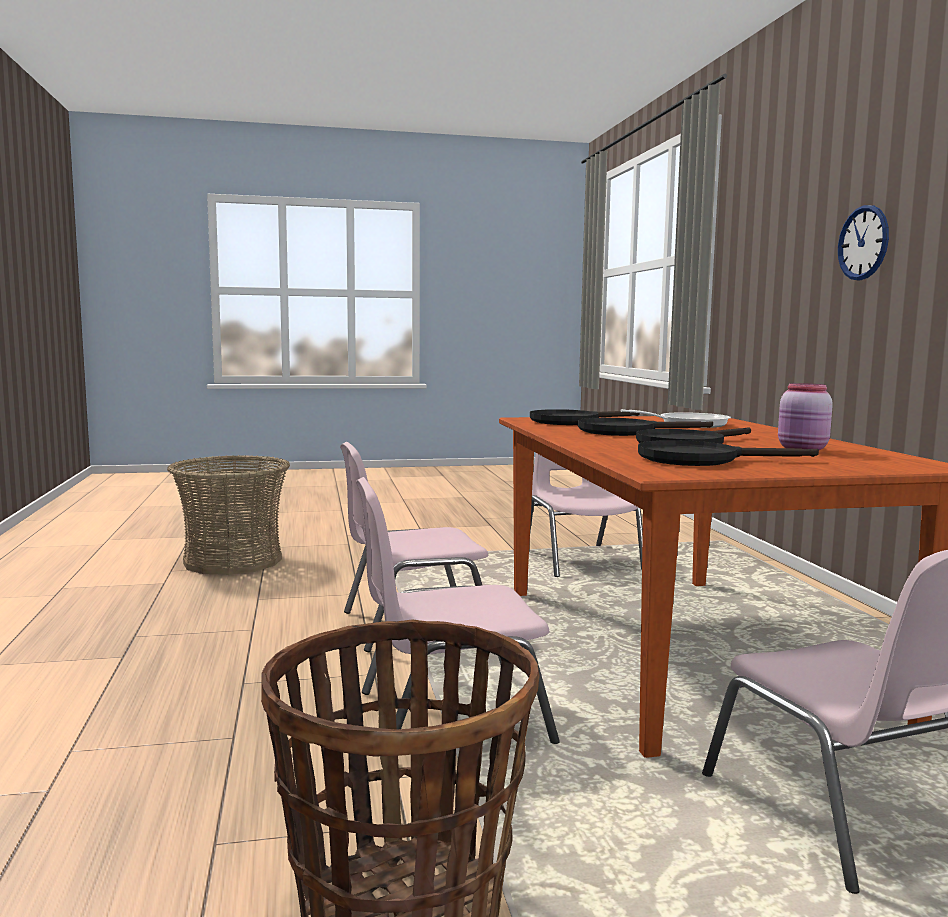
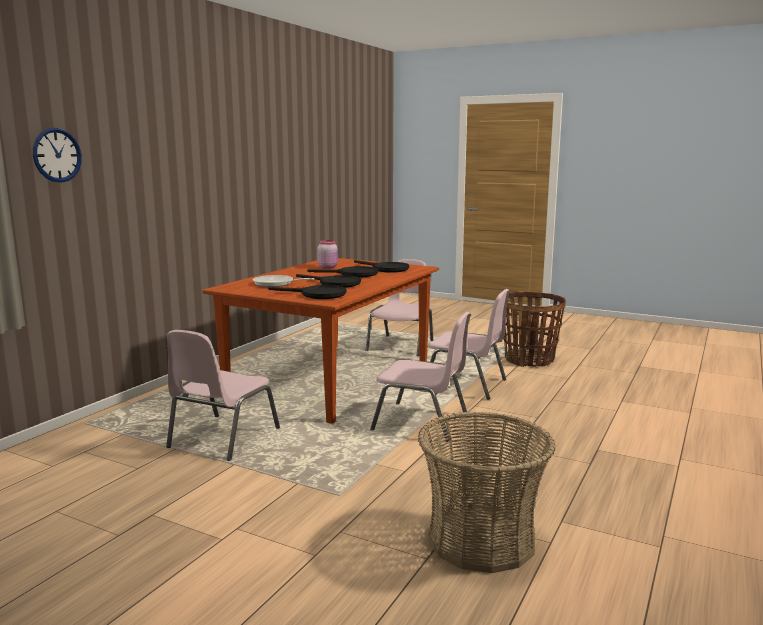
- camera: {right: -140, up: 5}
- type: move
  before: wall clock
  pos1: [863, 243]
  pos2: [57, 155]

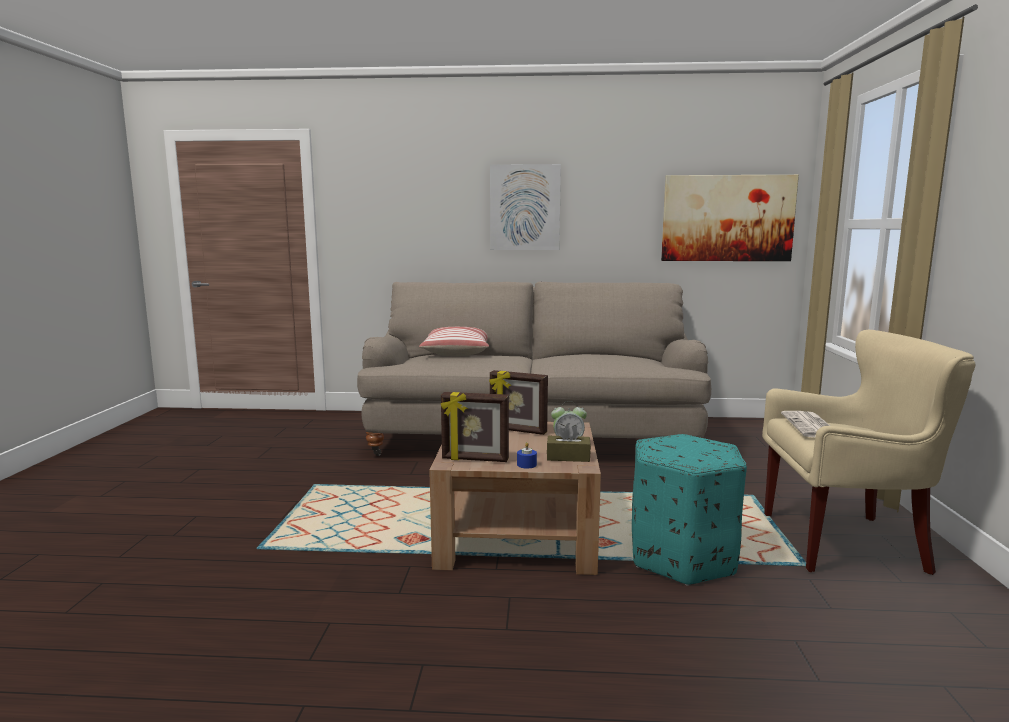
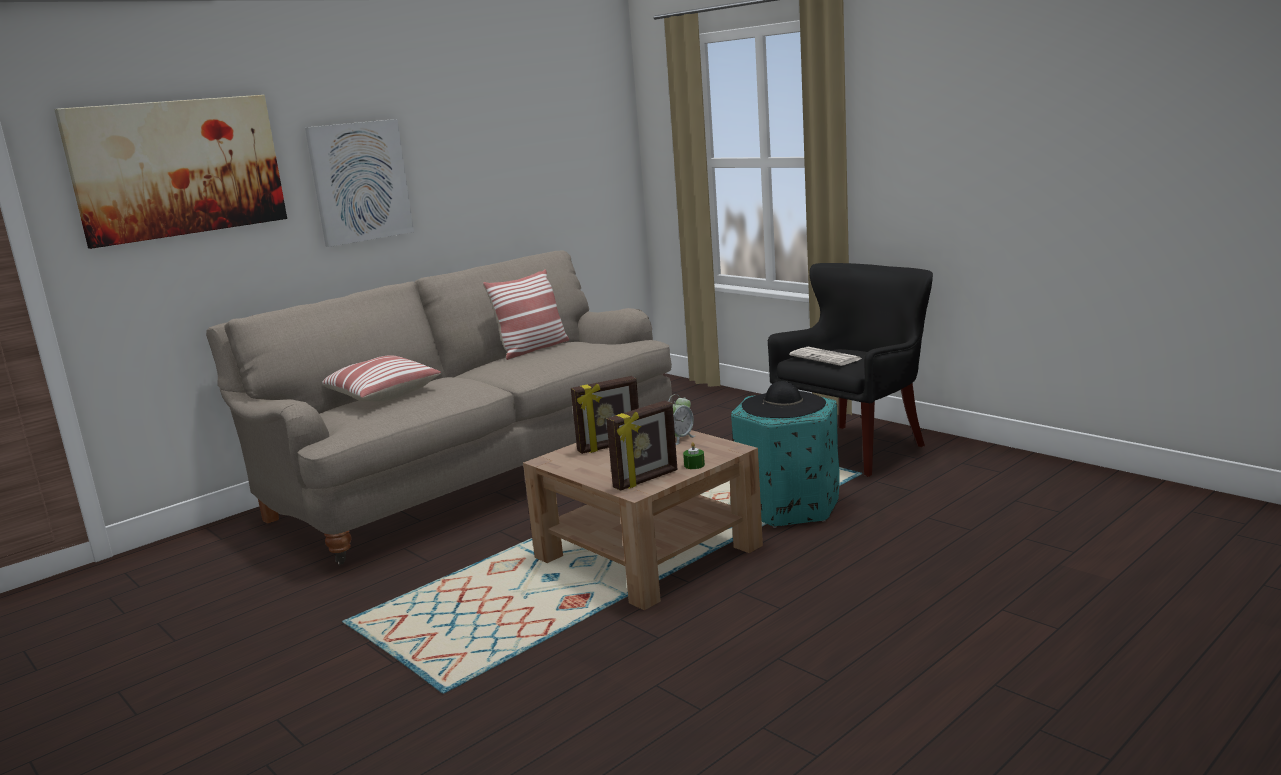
- camera: {right: -45, up: 5}
- type: move
  before: picture
  pos1: [727, 218]
  pos2: [178, 168]
- type: insert
  after: pillow
  pos2: [532, 349]
- type: recolor
  before: blue candle
  after: green candle
  pos1: [526, 464]
  pos2: [694, 465]
- type: insert
  after: black hat
  pos2: [783, 405]
- type: recolor
  before: beige armchair
  after: black armchair
  pos1: [847, 543]
  pos2: [856, 449]
- type: delete
  before: brown tissue box
  pos1: [568, 457]

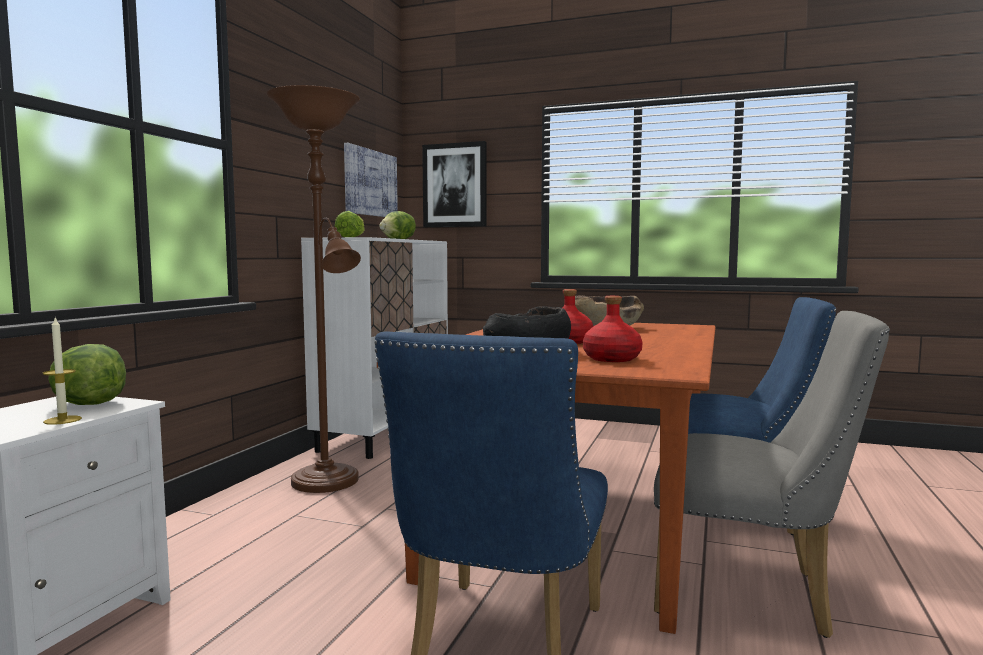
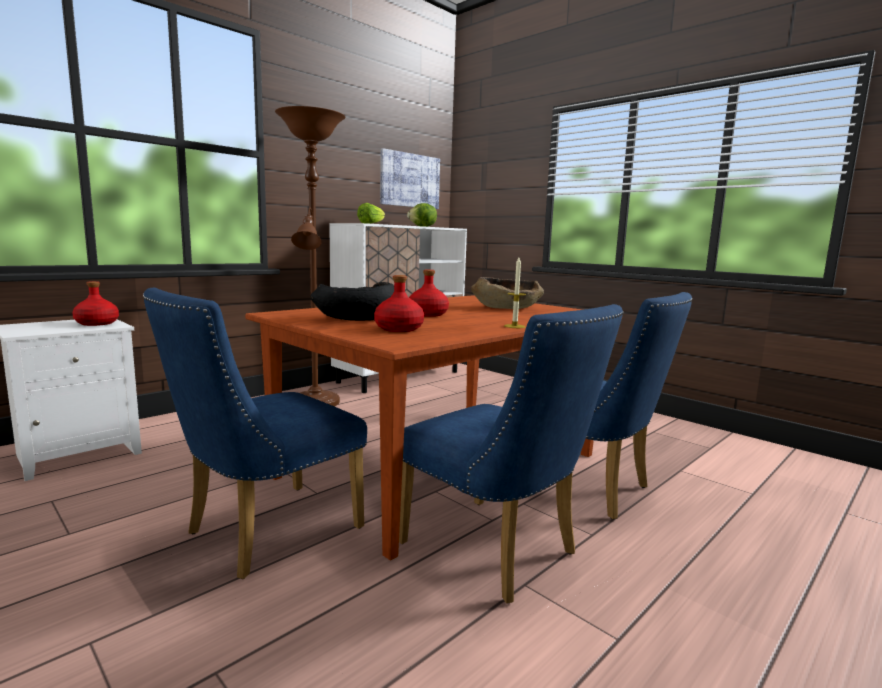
- camera: {right: 25, up: 5}
- type: replace
  before: lettuce
  after: red bottle
  pos1: [88, 404]
  pos2: [96, 323]
- type: recolor
  before: grey chair
  after: blue chair
  pos1: [754, 595]
  pos2: [498, 553]
- type: move
  before: candle
  pos1: [62, 420]
  pos2: [514, 326]
- type: delete
  before: picture
  pos1: [455, 185]

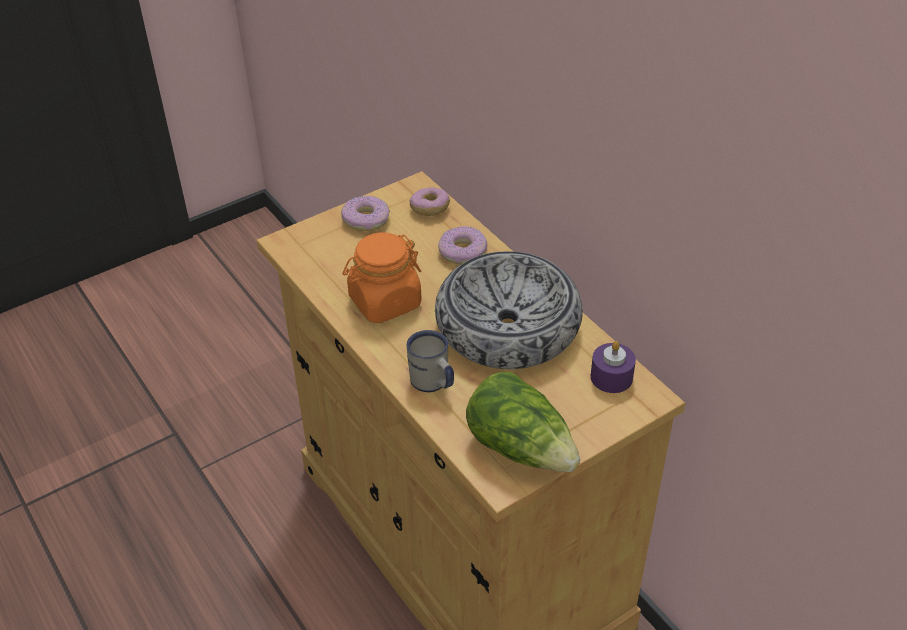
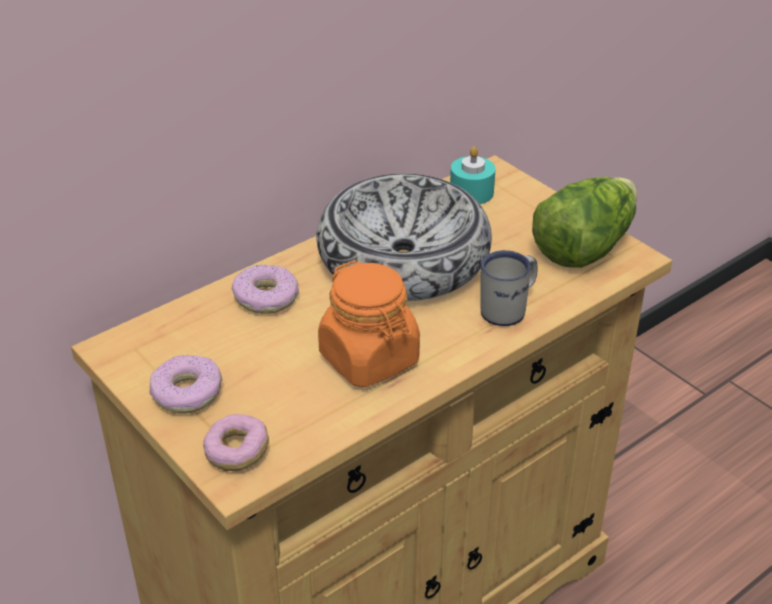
- camera: {right: -95, up: -5}
- type: move
  before: donut
  pos1: [430, 208]
  pos2: [237, 453]
- type: recolor
  before: purple candle
  after: turquoise candle
  pos1: [611, 377]
  pos2: [471, 192]

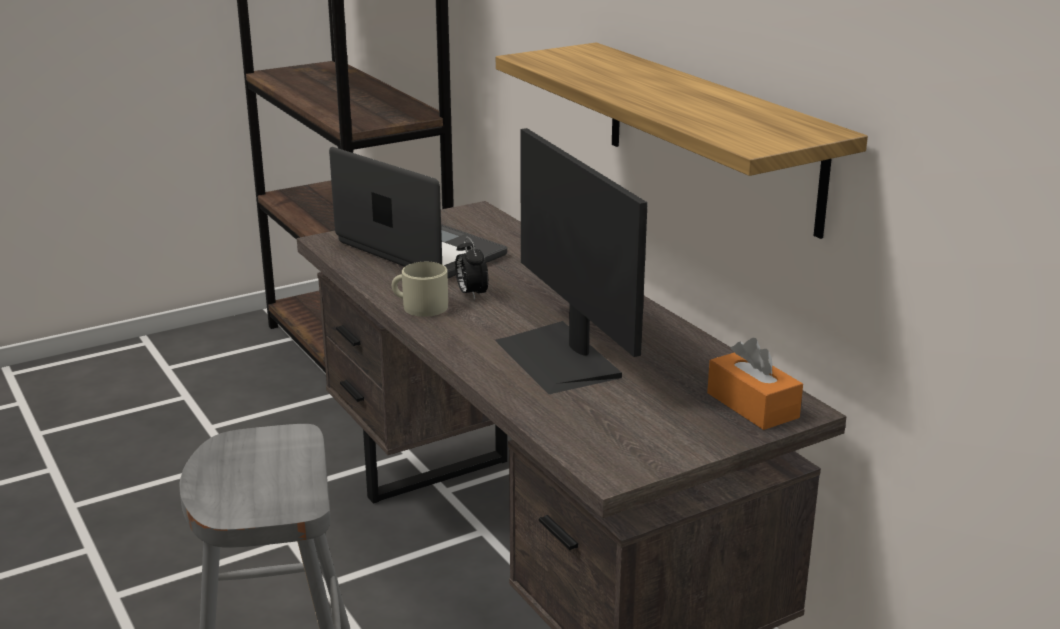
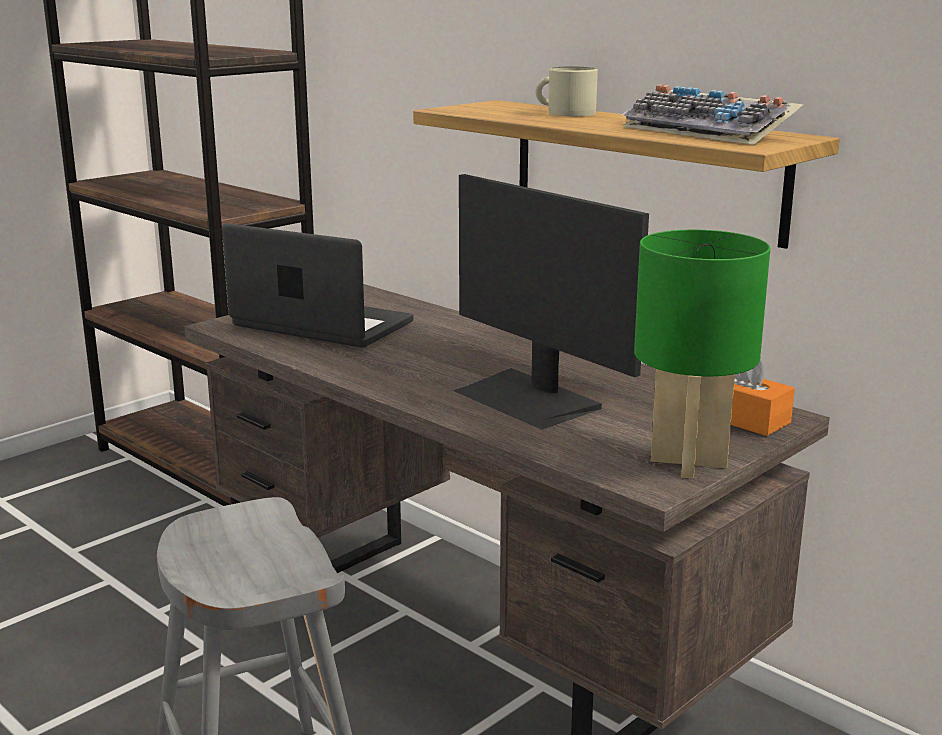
- camera: {right: -15, up: -5}
- type: move
  before: beige mug
  pos1: [419, 306]
  pos2: [565, 113]
- type: insert
  after: keyboard
  pos2: [710, 132]
- type: insert
  after: green table lamp
  pos2: [689, 463]
- type: delete
  before: alarm clock
  pos1: [471, 294]

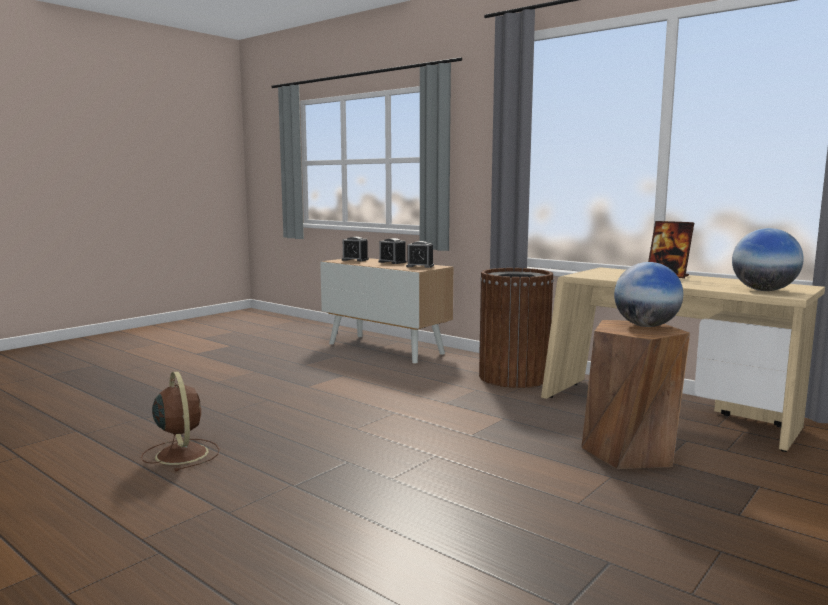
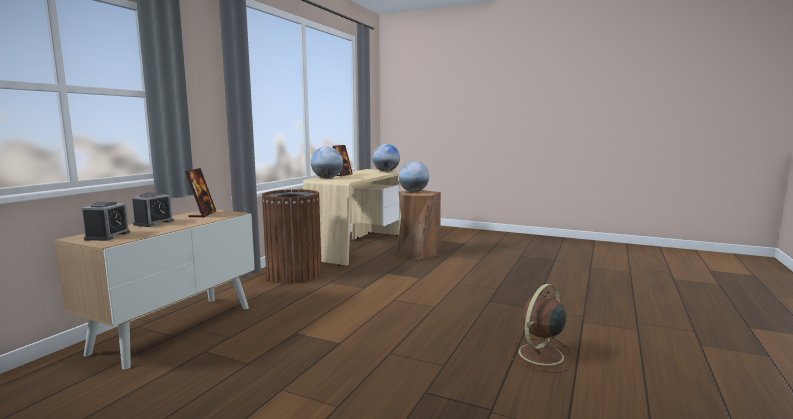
- camera: {right: -105, up: 0}
- type: replace
  before: alarm clock
  after: picture frame
  pos1: [420, 266]
  pos2: [202, 214]
- type: insert
  after: globe
  pos2: [327, 178]

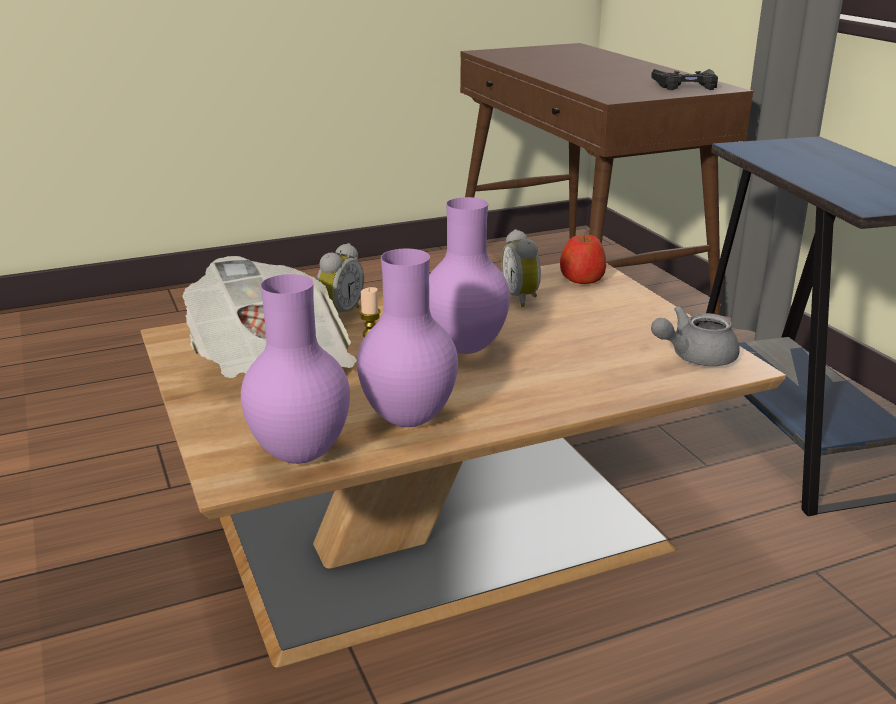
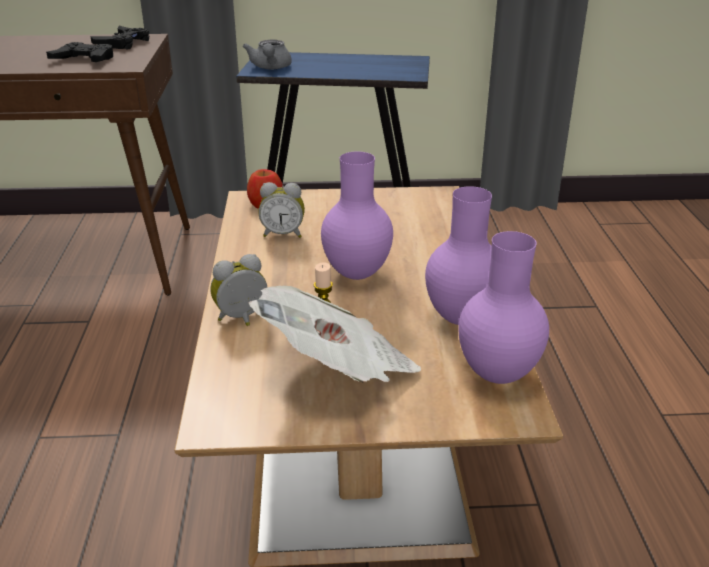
- camera: {right: -70, up: 5}
- type: insert
  after: black game controller
  pos2: [84, 60]
- type: rotate
  before: alarm clock
  pos1: [338, 314]
  pos2: [242, 319]
  turn: -75
- type: move
  before: grey teapot
  pos1: [694, 357]
  pos2: [270, 68]

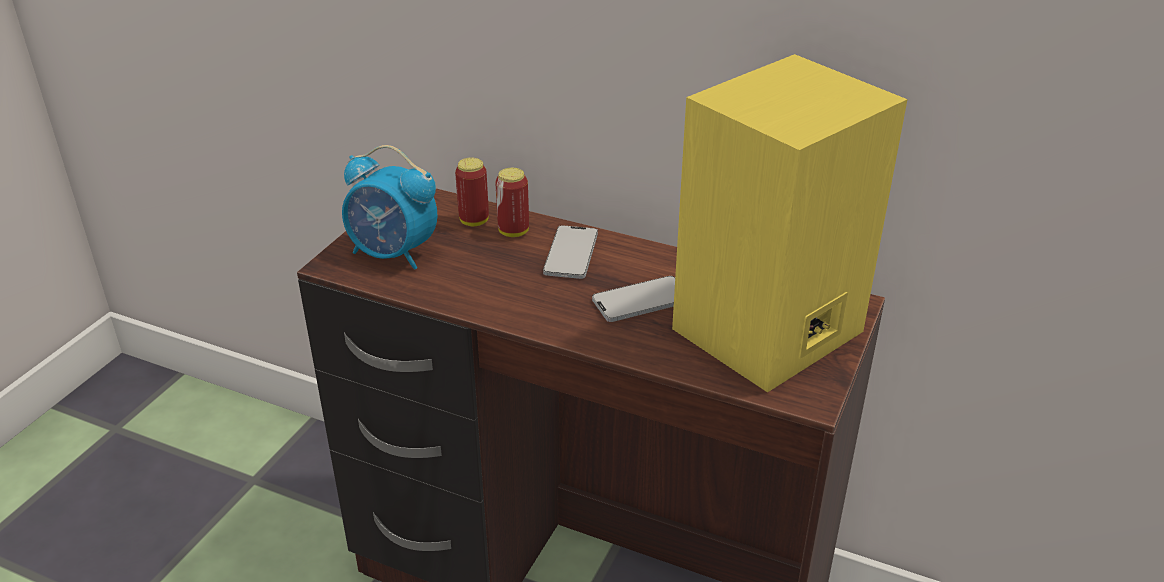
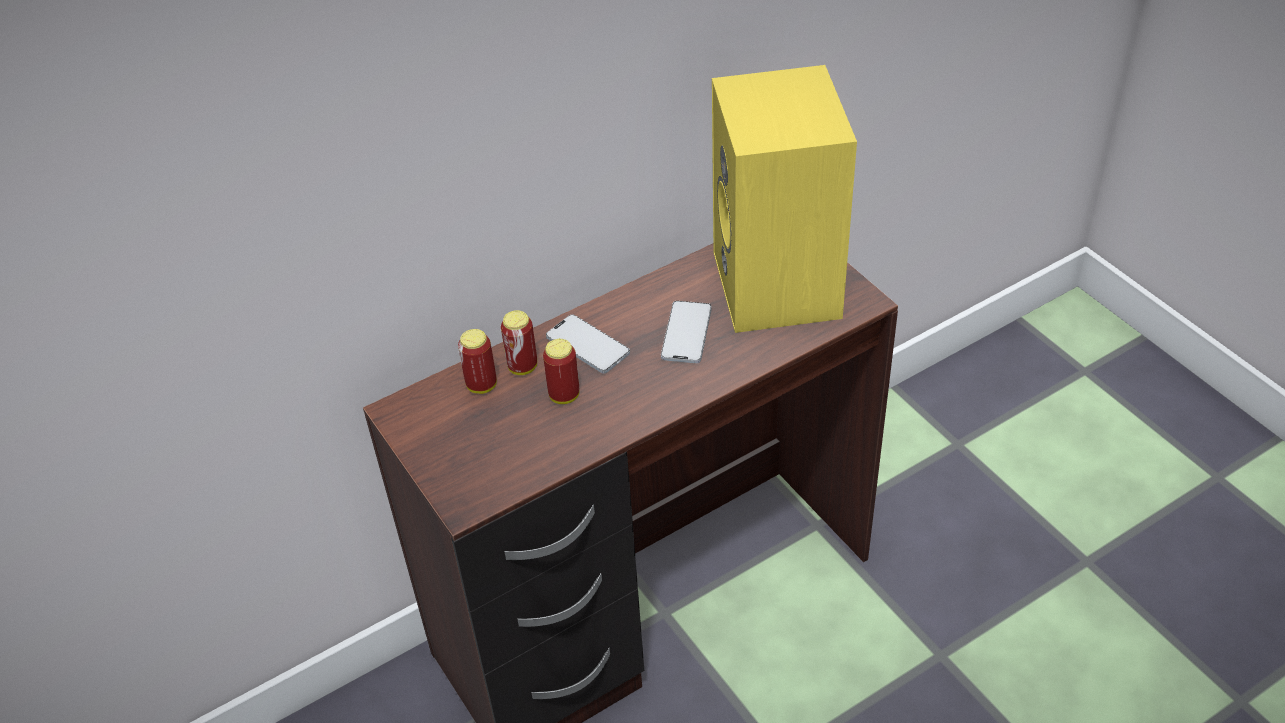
- camera: {right: -55, up: 10}
- type: insert
  after: can
  pos2: [564, 395]
- type: delete
  before: alarm clock
  pos1: [393, 254]

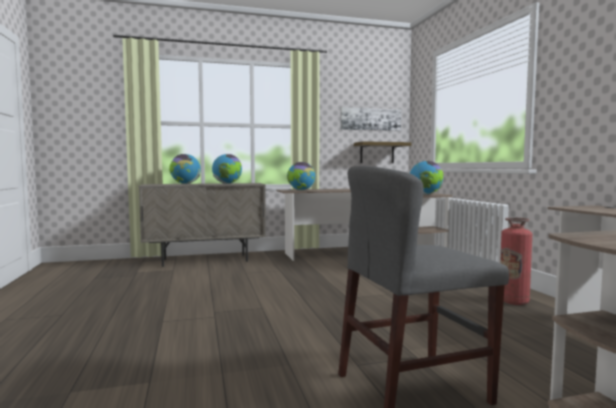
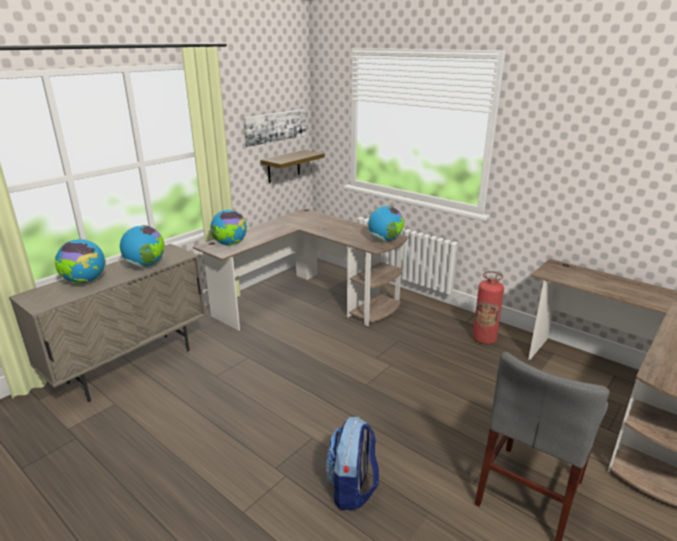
- camera: {right: -35, up: 20}
- type: insert
  after: backpack
  pos2: [352, 488]

